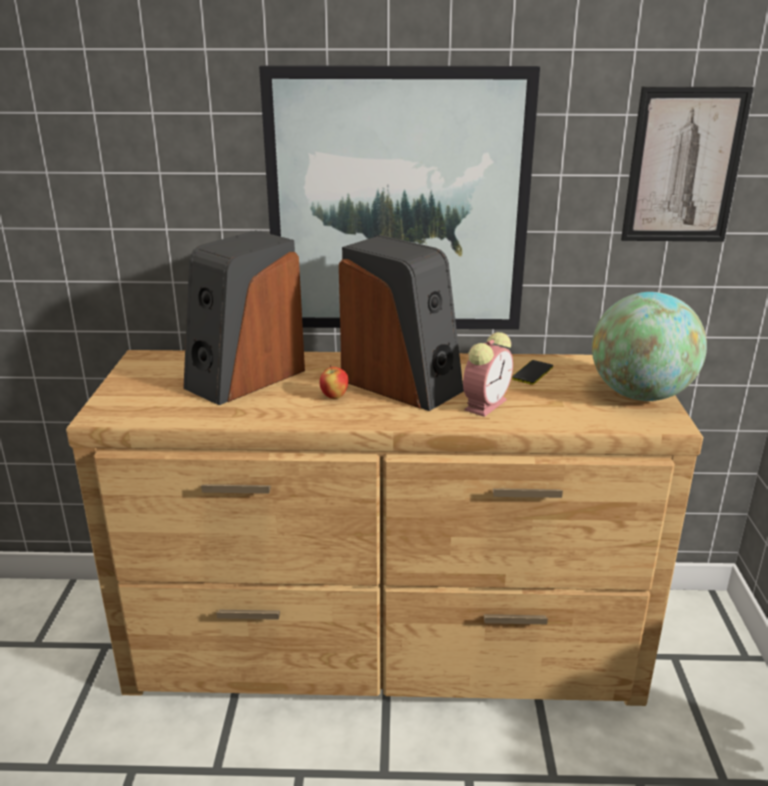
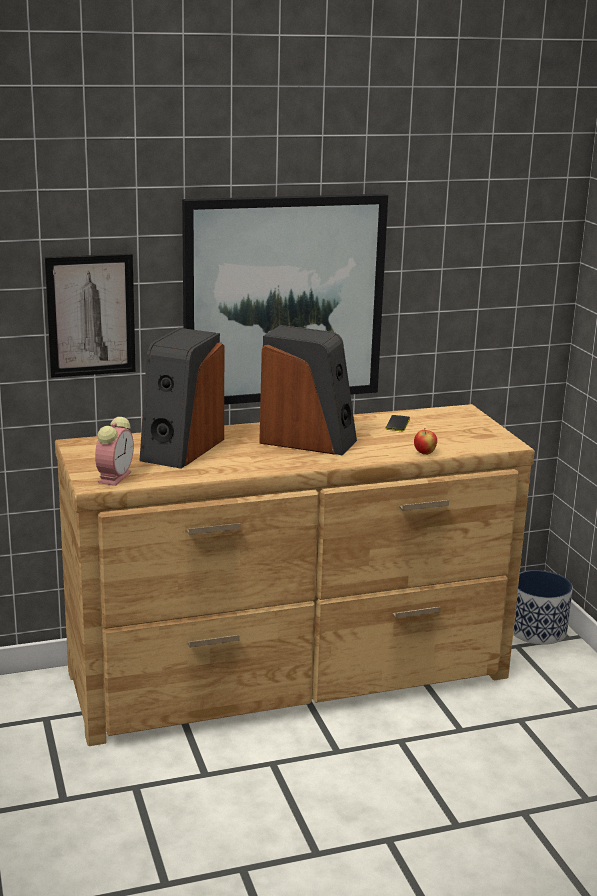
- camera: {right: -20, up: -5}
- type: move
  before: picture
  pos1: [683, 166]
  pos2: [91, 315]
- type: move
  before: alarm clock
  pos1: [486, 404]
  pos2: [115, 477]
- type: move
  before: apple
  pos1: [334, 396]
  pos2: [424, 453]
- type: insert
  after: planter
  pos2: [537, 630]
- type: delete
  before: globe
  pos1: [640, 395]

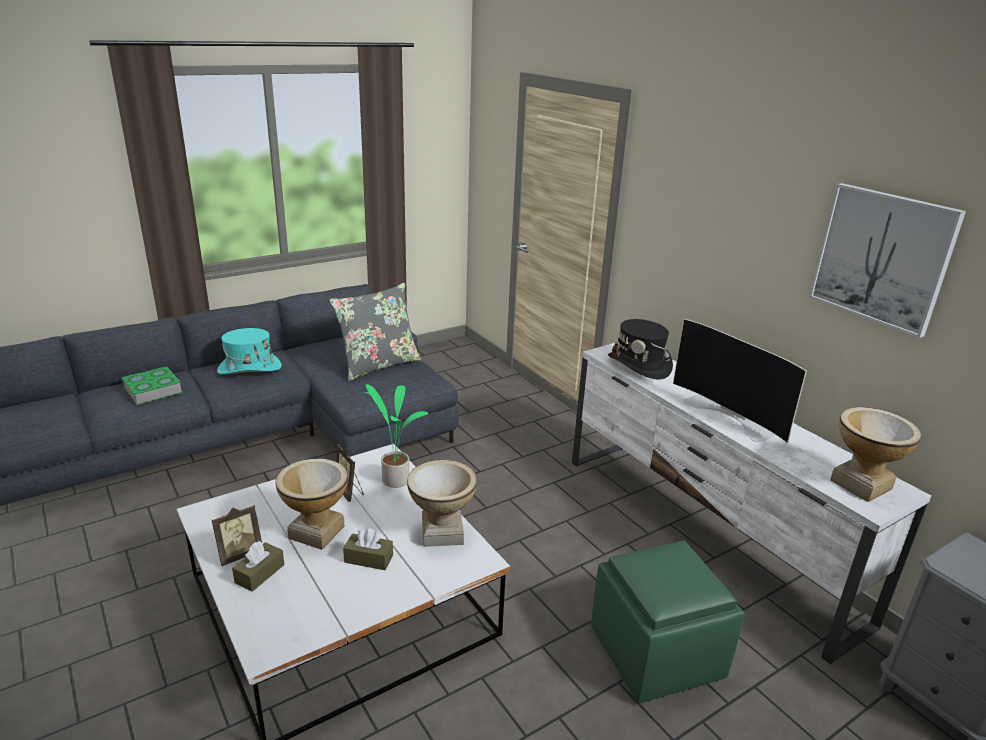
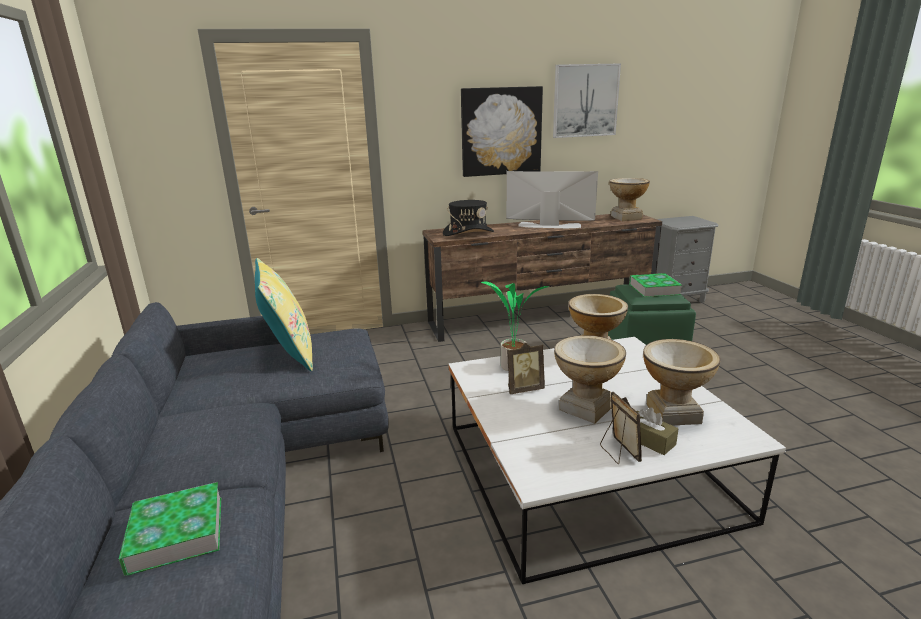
- camera: {right: -70, up: -5}
- type: recolor
  before: grey pillow
  after: yellow pillow
  pos1: [378, 365]
  pos2: [289, 353]
- type: recolor
  before: white tv stand
  after: brown tv stand
  pos1: [704, 535]
  pos2: [541, 318]
- type: insert
  after: picture
  pos2: [501, 131]
- type: rotate
  before: television
  pos1: [731, 415]
  pos2: [548, 225]
  turn: -150
- type: insert
  after: book
  pos2: [654, 289]
- type: insert
  after: vase
  pos2: [672, 414]
- type: delete
  before: turquoise hat
  pos1: [249, 368]
- type: delete
  before: brown tissue box
  pos1: [368, 559]

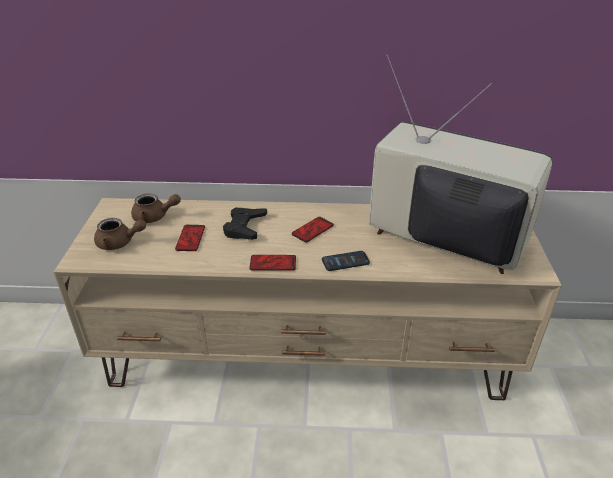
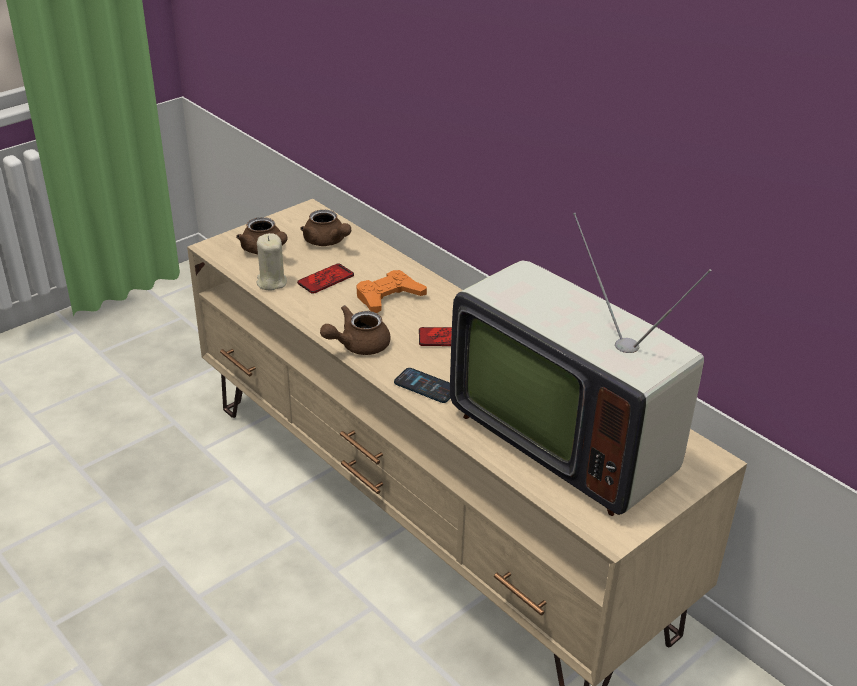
- camera: {right: 45, up: 0}
- type: insert
  after: beige candle
  pos2: [271, 282]
- type: replace
  before: phone
  after: brown teapot
  pos1: [273, 263]
  pos2: [358, 345]
- type: recolor
  before: black game controller
  after: orange game controller
  pos1: [245, 227]
  pos2: [388, 297]
- type: rotate
  before: television
  pos1: [446, 243]
  pos2: [565, 437]
  turn: 150

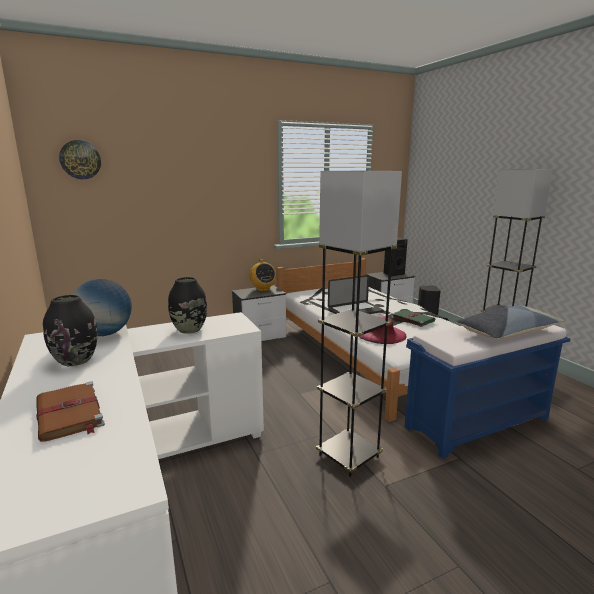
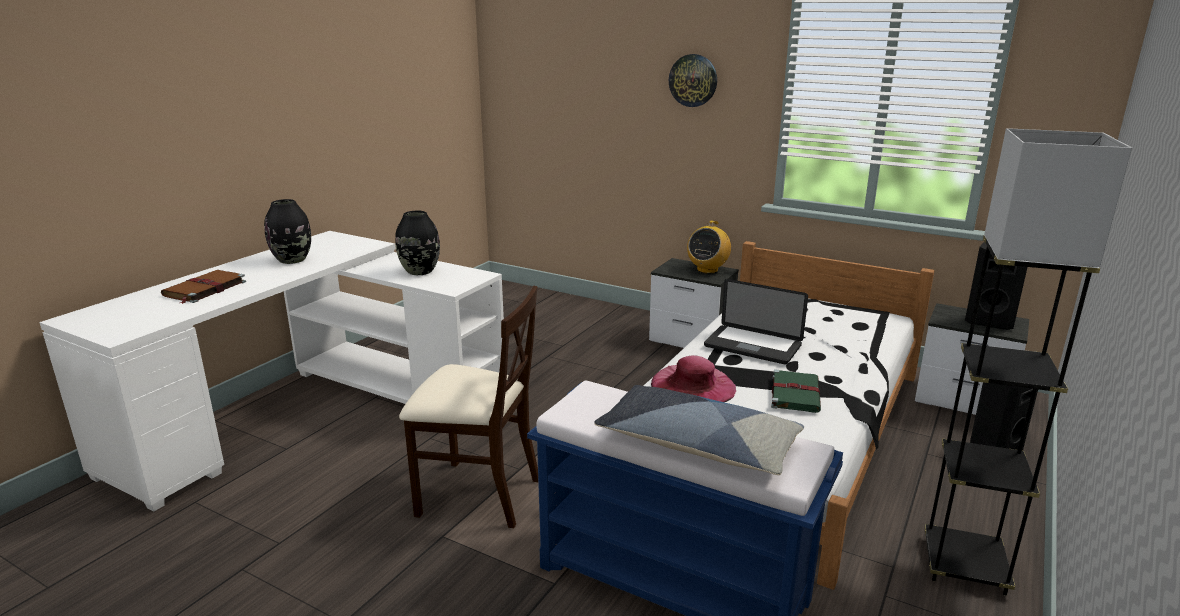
- camera: {right: 55, up: 5}
- type: replace
  before: grey floor lamp
  after: beige chair
  pos1: [349, 456]
  pos2: [478, 495]
- type: move
  before: wall clock
  pos1: [80, 160]
  pos2: [693, 80]
- type: delete
  before: globe
  pos1: [104, 334]

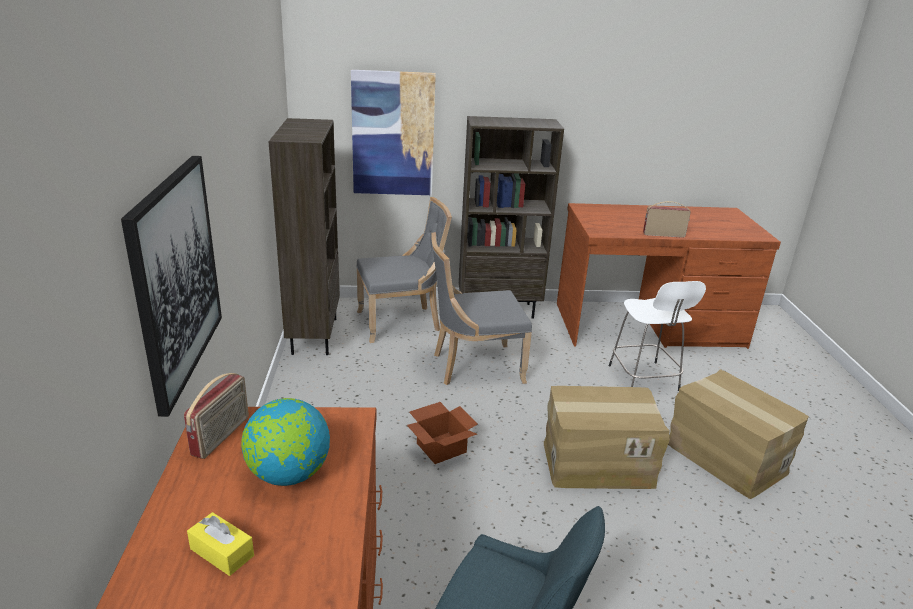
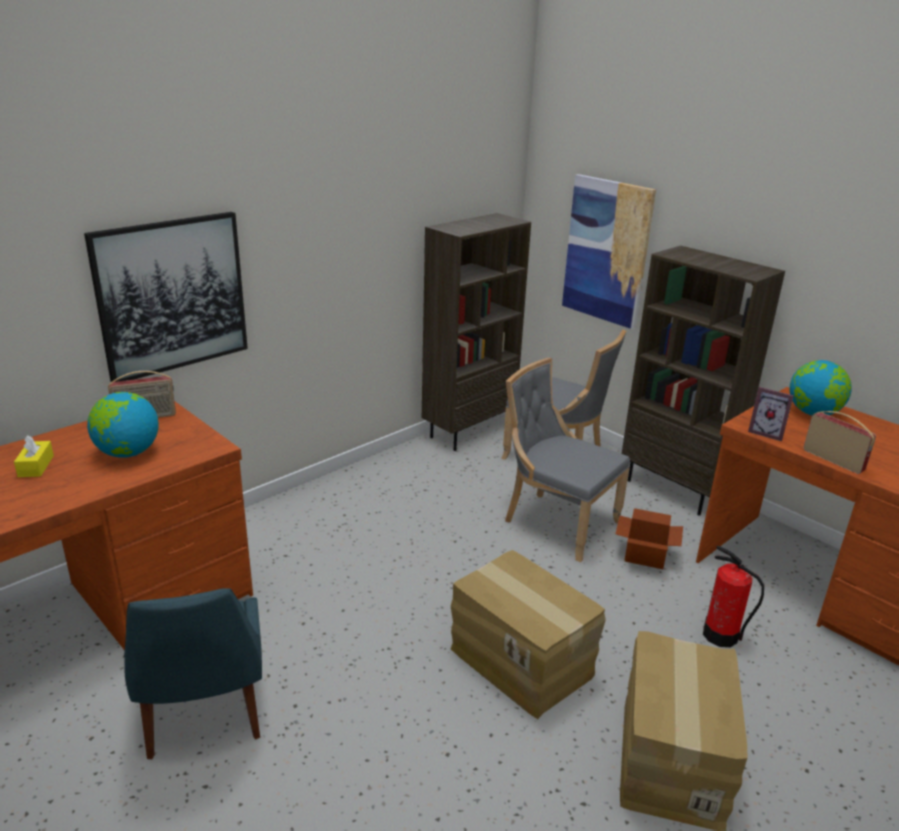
- camera: {right: 50, up: 0}
- type: move
  before: cardboard box
  pos1: [441, 447]
  pos2: [646, 554]
- type: replace
  before: white stool
  after: fire extinguisher
  pos1: [644, 379]
  pos2: [720, 635]
- type: insert
  after: picture frame
  pos2: [766, 433]
- type: insert
  after: globe
  pos2: [813, 413]

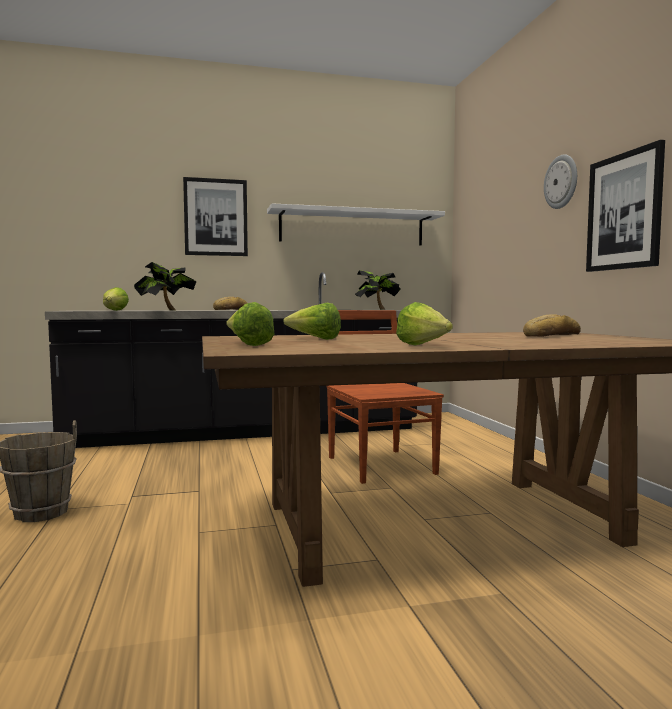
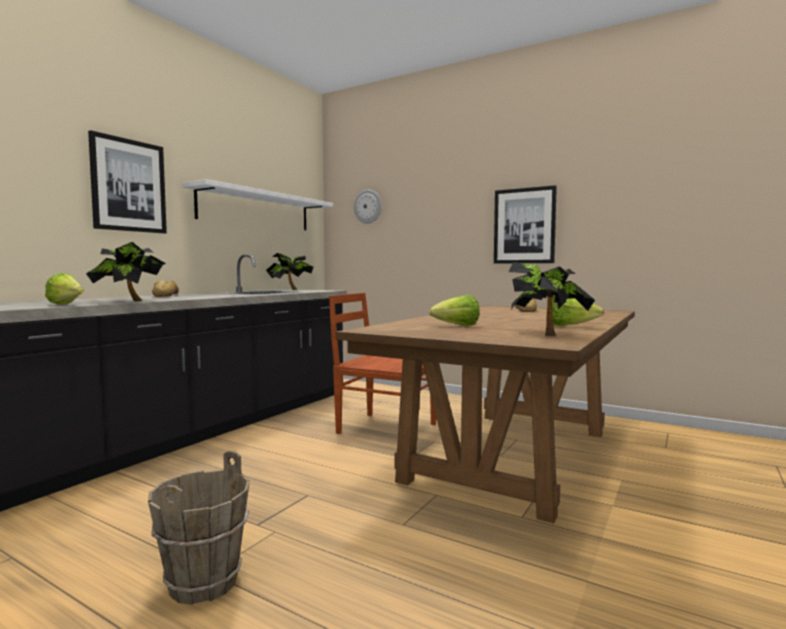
- camera: {right: -45, up: 0}
- type: move
  before: wall clock
  pos1: [561, 182]
  pos2: [368, 206]
- type: insert
  after: potted plant
  pos2: [547, 334]
- type: delete
  before: lettuce
  pos1: [247, 345]

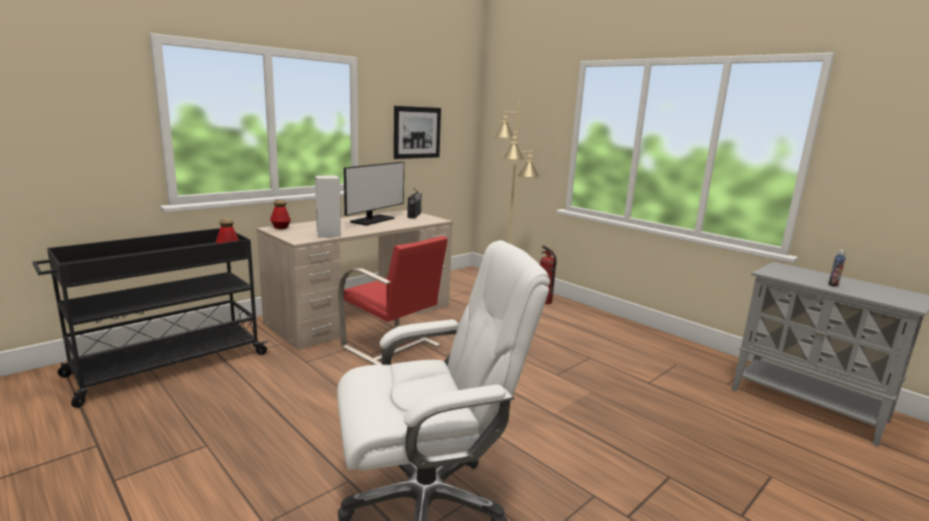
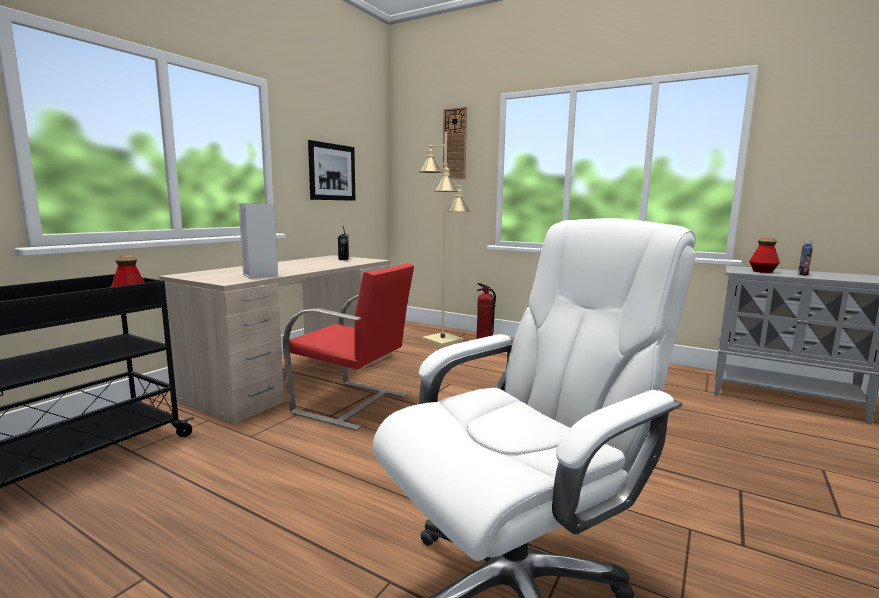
- camera: {right: -15, up: -5}
- type: insert
  after: wall clock
  pos2: [455, 144]
- type: move
  before: bottle
  pos1: [280, 227]
  pos2: [762, 271]
- type: delete
  before: monitor
  pos1: [372, 220]

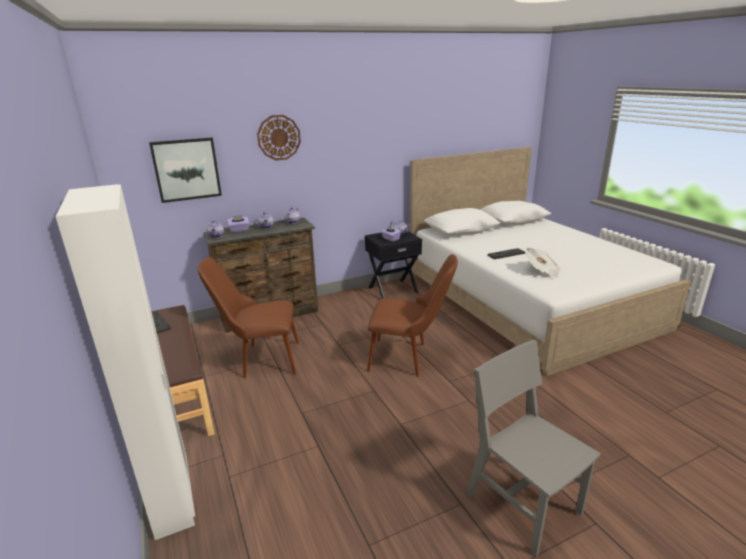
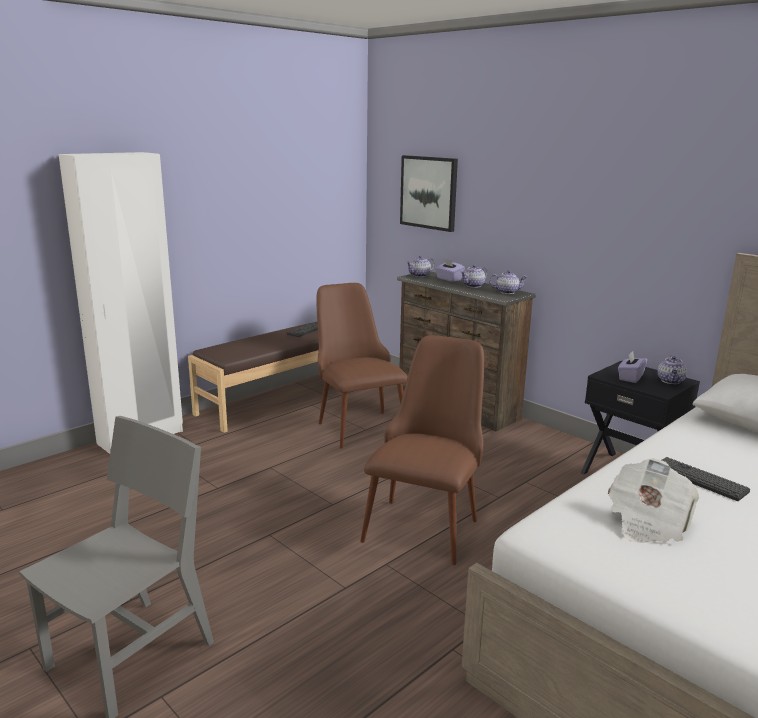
- camera: {right: 70, up: -5}
- type: rotate
  before: brown chair
  pos1: [409, 358]
  pos2: [426, 520]
  turn: -150
- type: delete
  before: wall clock
  pos1: [279, 137]

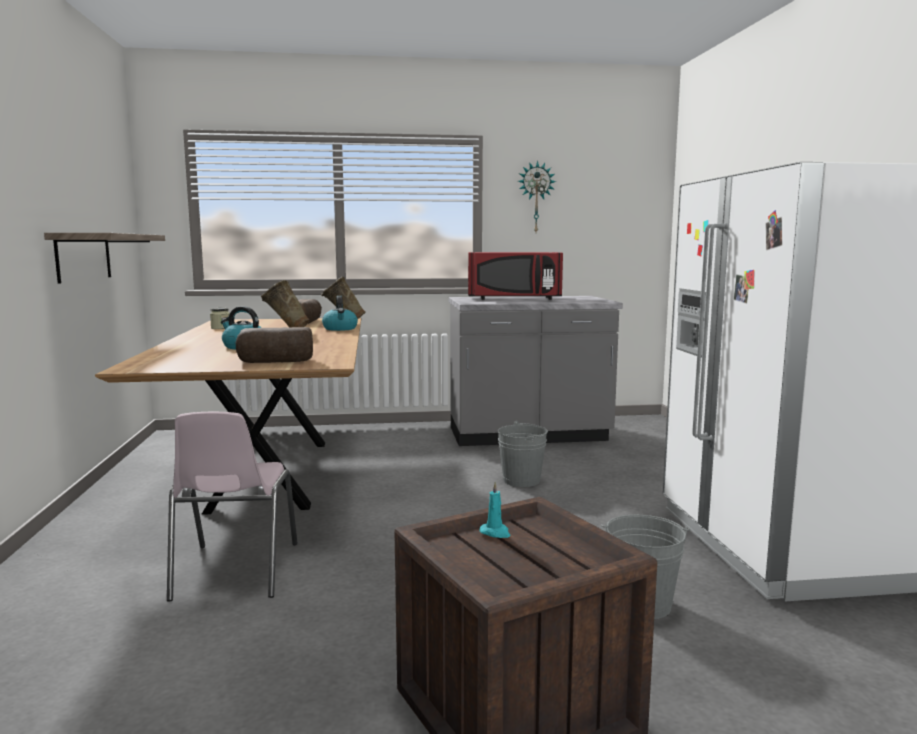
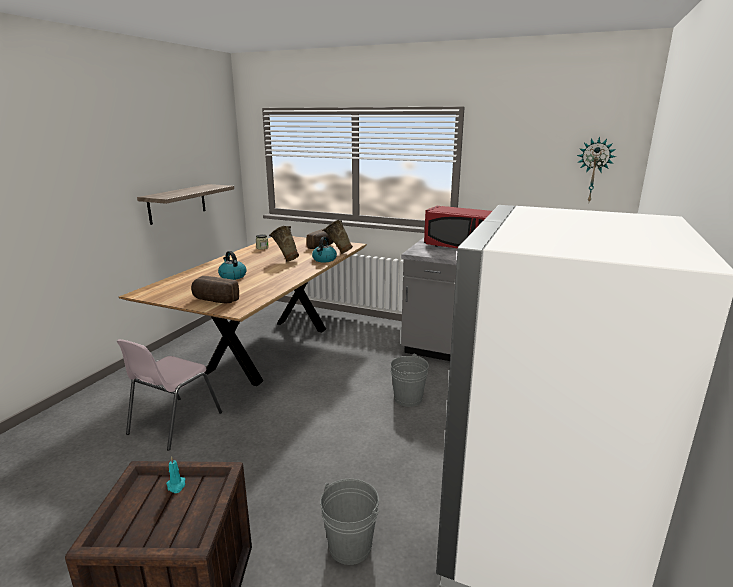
- camera: {right: 30, up: 10}
- type: move
  before: wall clock
  pos1: [535, 198]
  pos2: [593, 170]

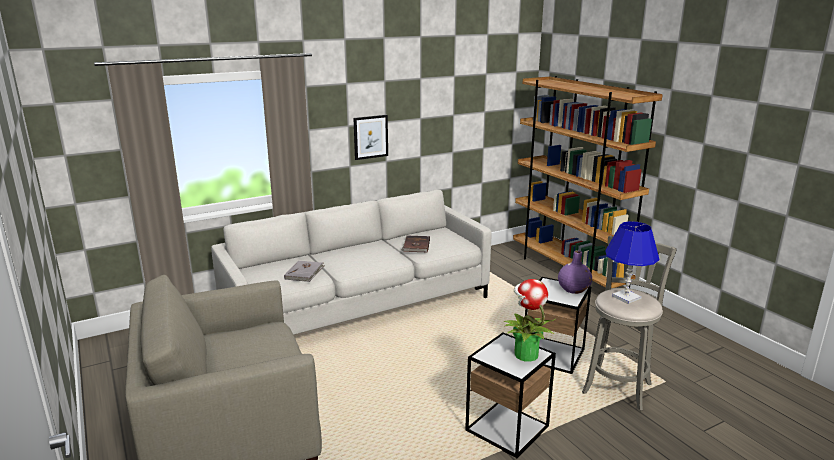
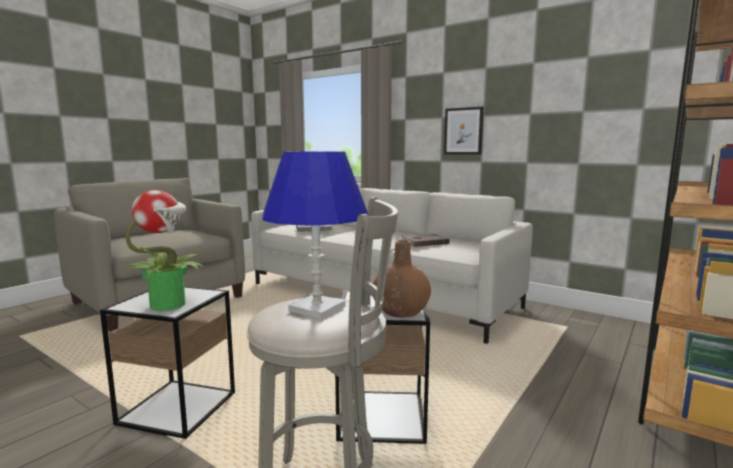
- camera: {right: 65, up: -10}
- type: recolor
  before: purple vase
  after: brown vase
  pos1: [574, 289]
  pos2: [401, 311]

